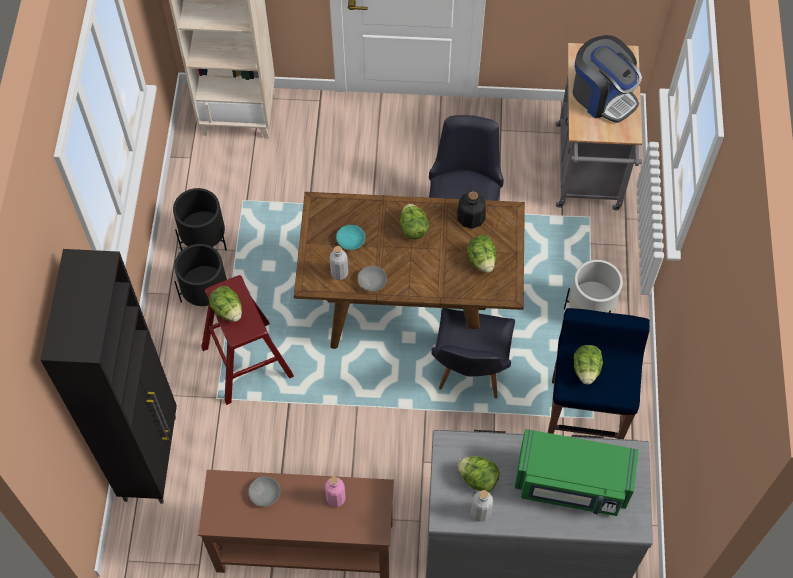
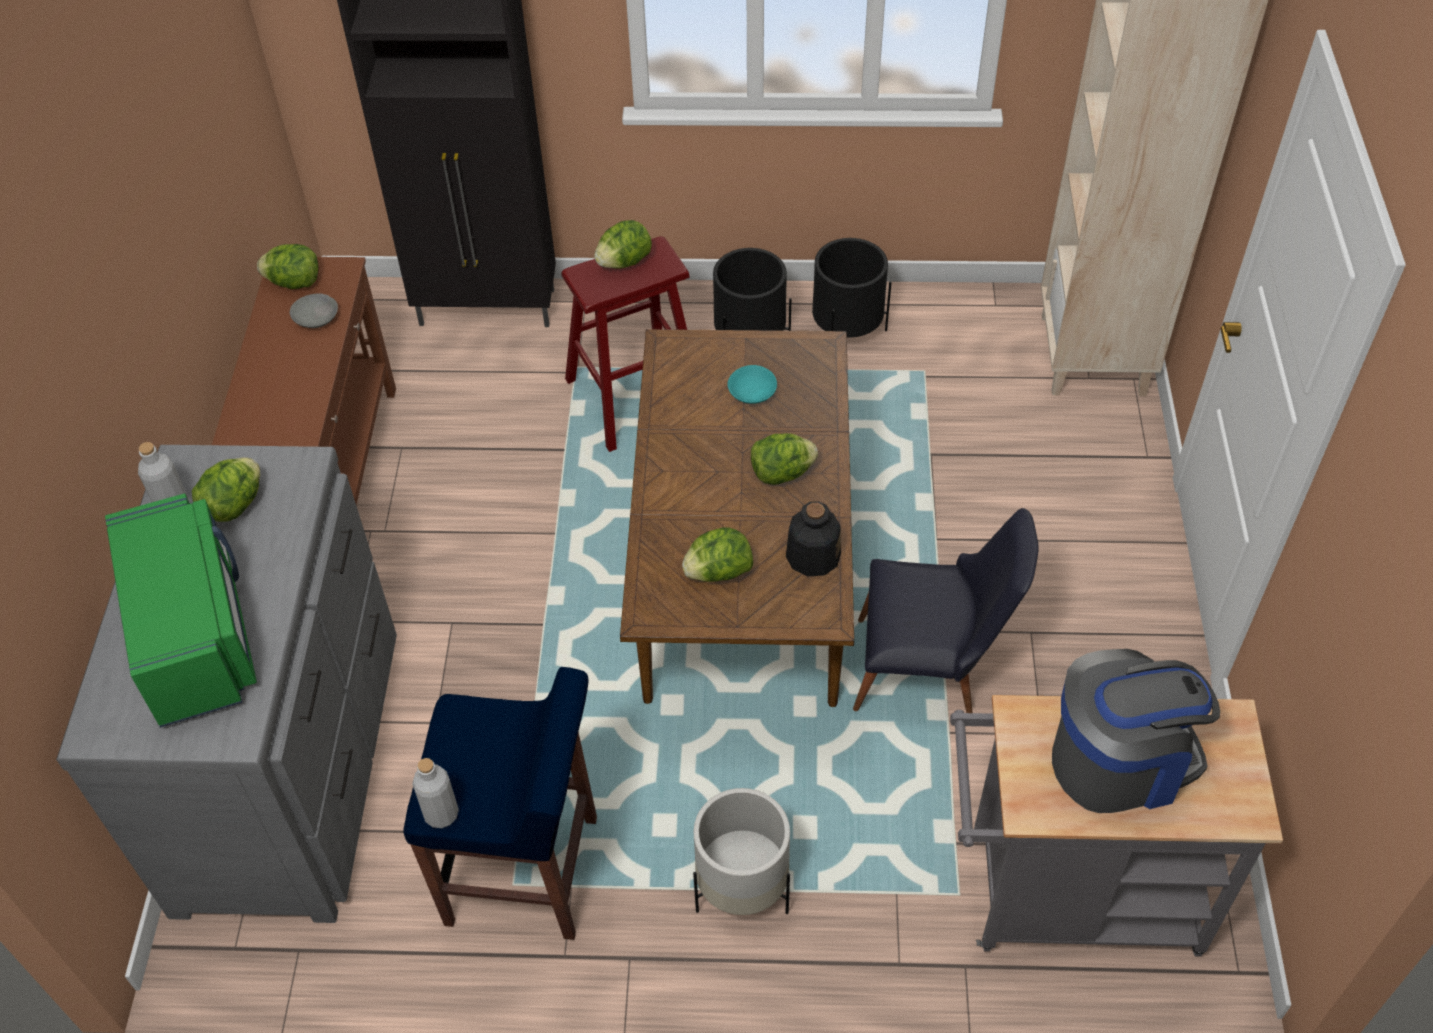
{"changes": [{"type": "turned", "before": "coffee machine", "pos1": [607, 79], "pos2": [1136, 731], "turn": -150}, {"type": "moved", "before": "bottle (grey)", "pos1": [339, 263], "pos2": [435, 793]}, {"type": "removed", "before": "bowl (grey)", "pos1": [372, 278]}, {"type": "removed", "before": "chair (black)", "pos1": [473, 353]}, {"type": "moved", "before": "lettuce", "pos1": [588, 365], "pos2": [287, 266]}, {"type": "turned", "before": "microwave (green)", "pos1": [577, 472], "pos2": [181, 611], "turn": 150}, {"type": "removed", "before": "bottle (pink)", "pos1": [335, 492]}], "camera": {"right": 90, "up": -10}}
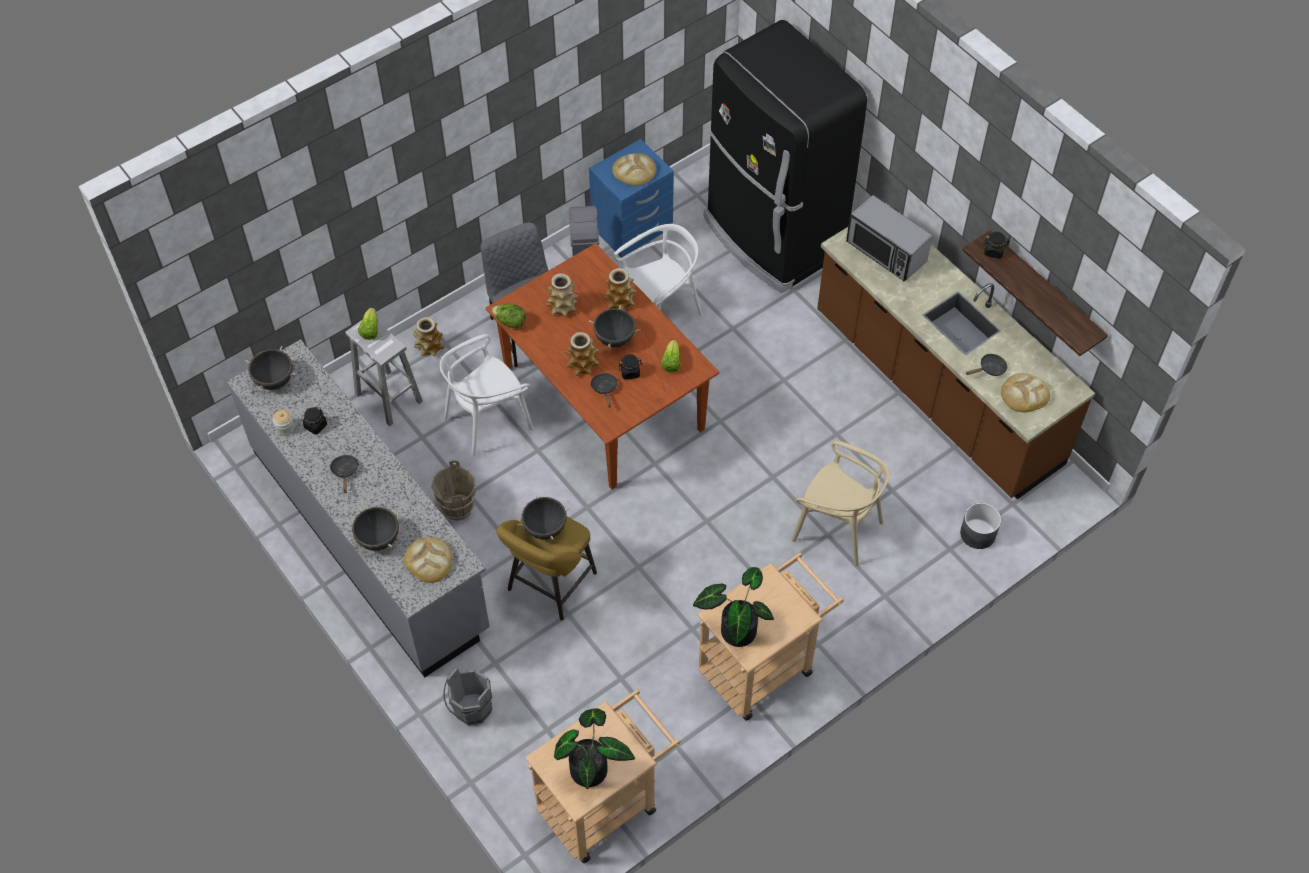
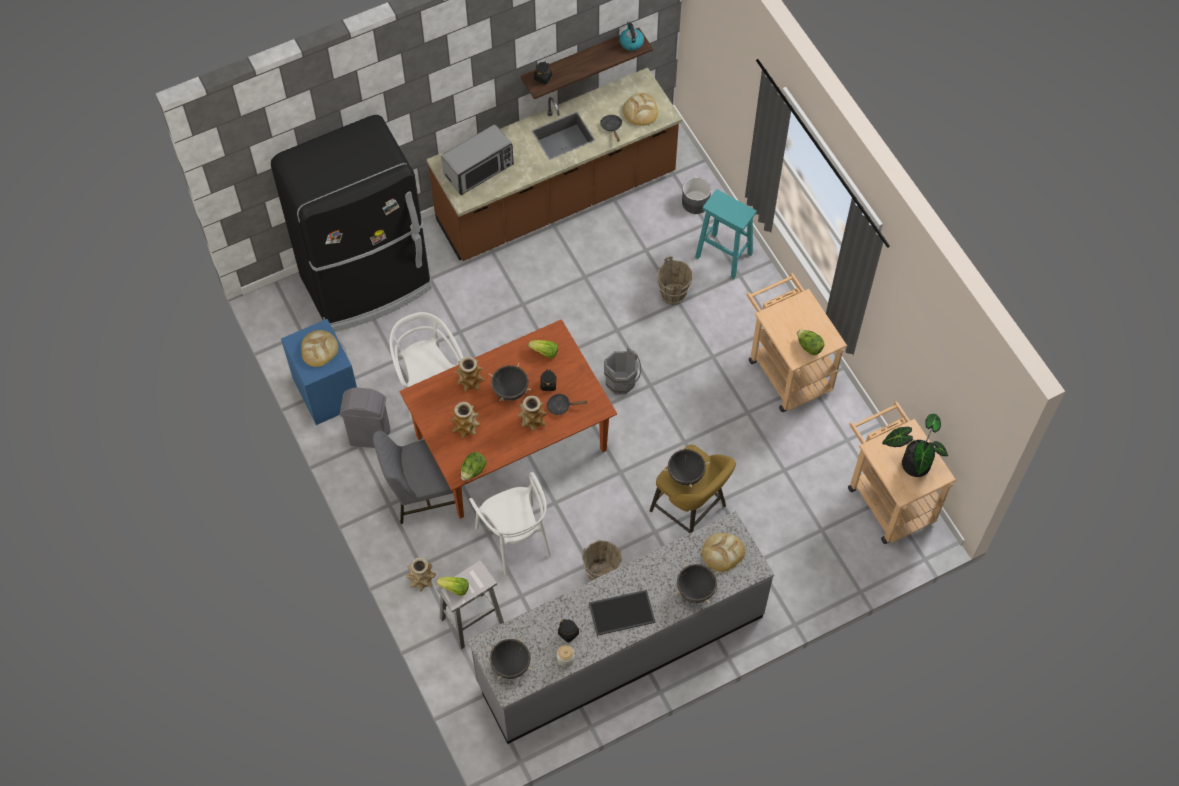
{"changes": [{"type": "replaced", "before": "chair (beige)", "after": "bucket (brown)", "pos1": [840, 503], "pos2": [675, 280]}, {"type": "replaced", "before": "frying pan (black)", "after": "tray", "pos1": [344, 474], "pos2": [622, 613]}, {"type": "replaced", "before": "potted plant", "after": "lettuce", "pos1": [733, 607], "pos2": [810, 342]}, {"type": "moved", "before": "bucket (grey)", "pos1": [468, 696], "pos2": [622, 371]}, {"type": "added", "after": "kettle", "pos2": [631, 36]}, {"type": "added", "after": "stool (turquoise)", "pos2": [726, 234]}], "camera": {"right": -80, "up": 5}}
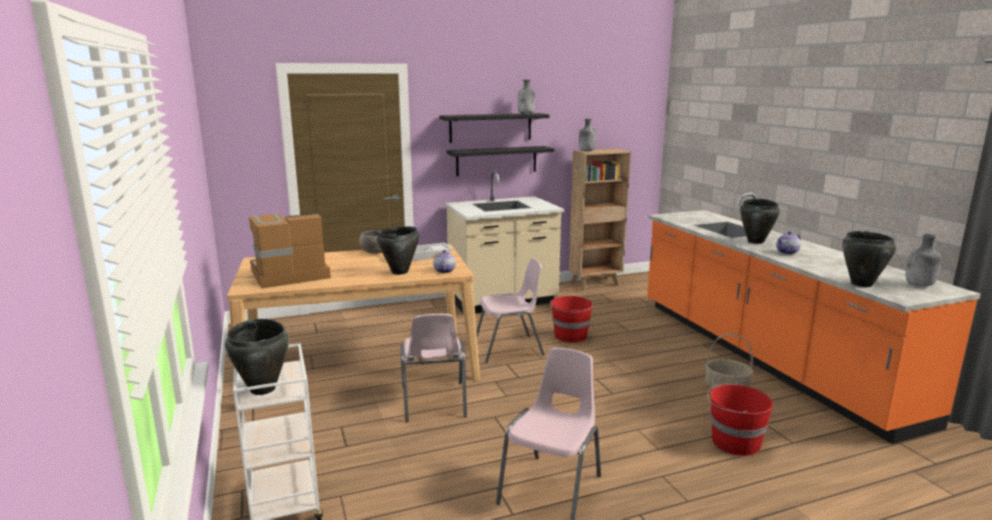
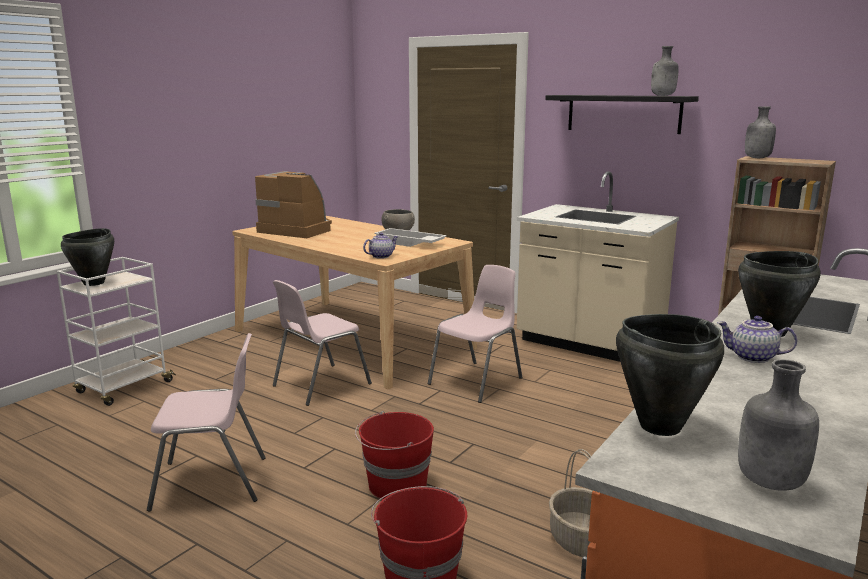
{"changes": [{"type": "removed", "before": "shelf (black)", "pos1": [500, 161]}, {"type": "removed", "before": "cooking pot (black)", "pos1": [398, 251]}, {"type": "turned", "before": "chair (pink)", "pos1": [510, 310], "pos2": [475, 334], "turn": -90}, {"type": "moved", "before": "bucket (red)", "pos1": [572, 319], "pos2": [394, 455]}], "camera": {"right": 55, "up": 0}}
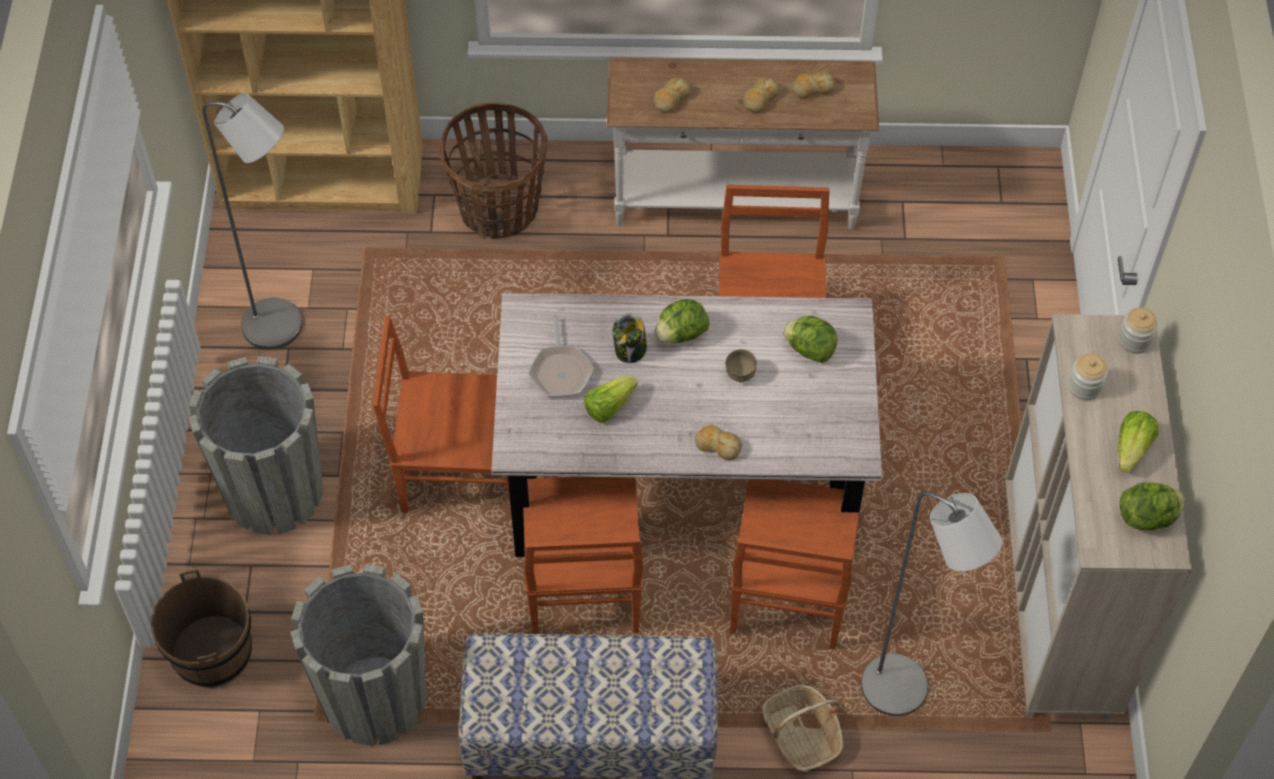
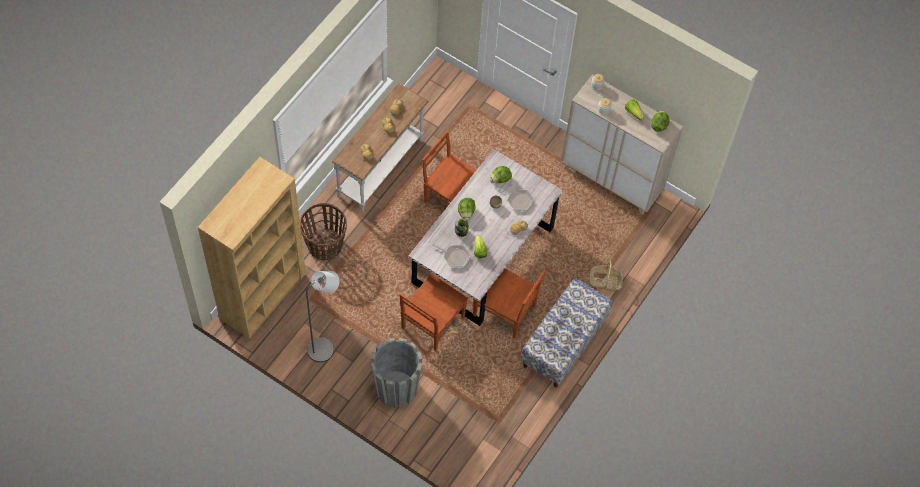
{"changes": [{"type": "removed", "before": "chair (brown)", "pos1": [794, 564]}, {"type": "removed", "before": "floor lamp (grey)", "pos1": [932, 603]}, {"type": "removed", "before": "planter (grey)", "pos1": [358, 655]}, {"type": "removed", "before": "bucket (brown)", "pos1": [201, 628]}, {"type": "added", "after": "frying pan", "pos2": [515, 199]}], "camera": {"right": -60, "up": 5}}
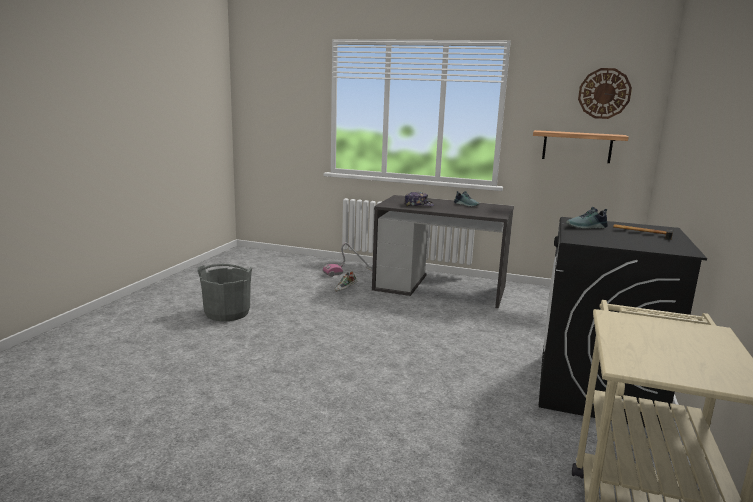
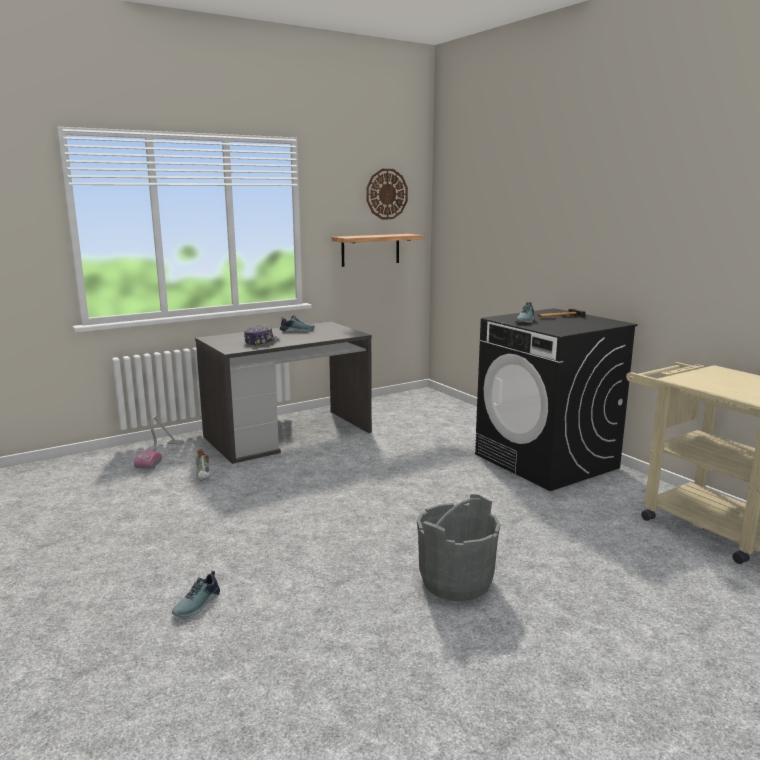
{"changes": [{"type": "moved", "before": "bucket (grey)", "pos1": [224, 293], "pos2": [458, 547]}, {"type": "added", "after": "shoe", "pos2": [196, 594]}], "camera": {"right": -50, "up": 0}}
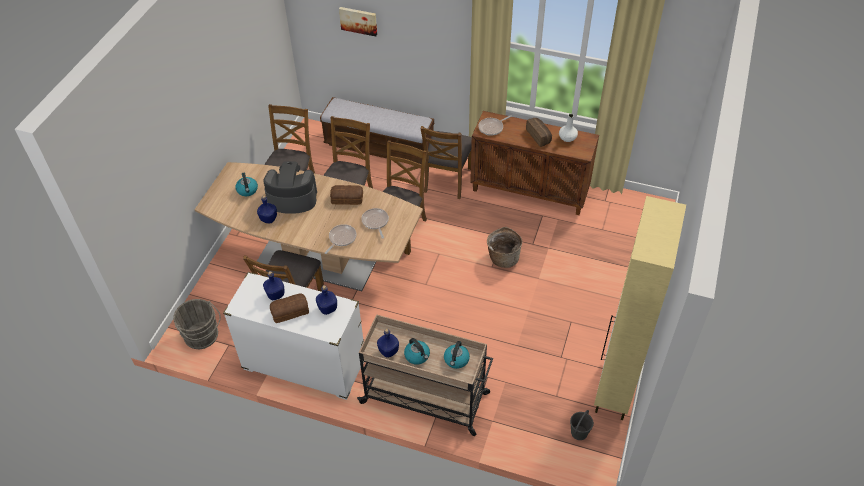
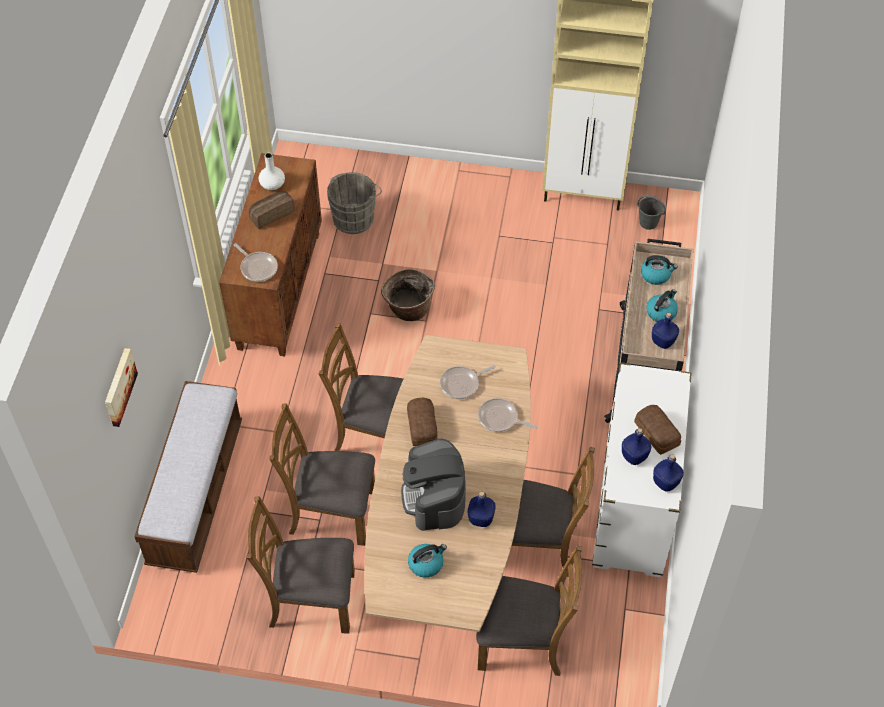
{"changes": [{"type": "moved", "before": "chair (brown)", "pos1": [446, 162], "pos2": [529, 610]}, {"type": "moved", "before": "bottle (blue)", "pos1": [326, 300], "pos2": [668, 473]}, {"type": "moved", "before": "bucket (grey)", "pos1": [197, 324], "pos2": [354, 203]}], "camera": {"right": -100, "up": 5}}
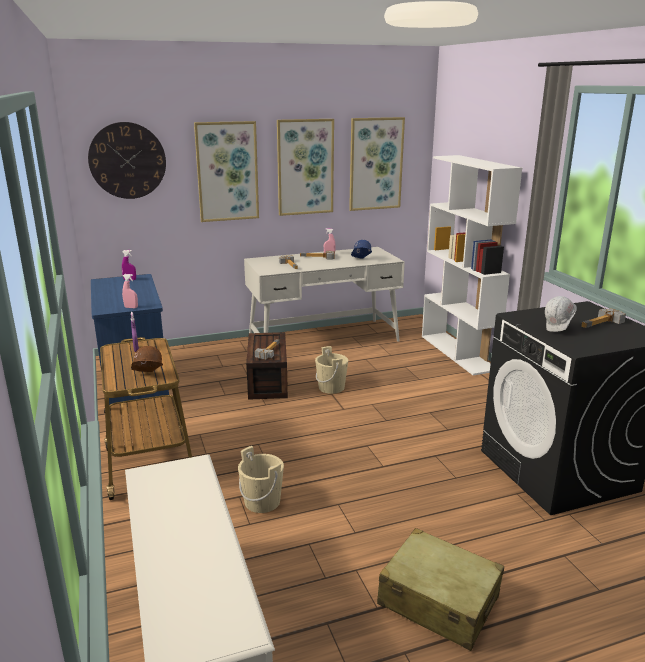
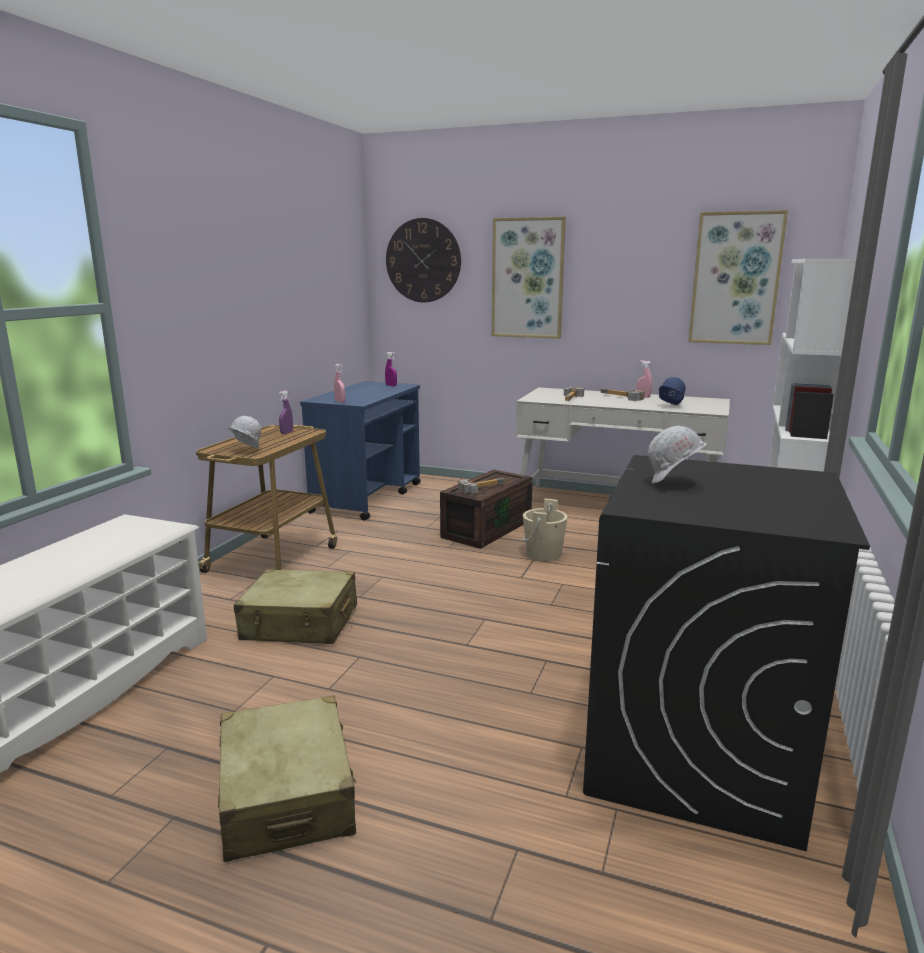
{"changes": [{"type": "removed", "before": "picture", "pos1": [305, 167]}, {"type": "removed", "before": "hammer", "pos1": [603, 318]}, {"type": "recoloured", "before": "hard hat (brown)", "after": "hard hat (white)", "pos1": [147, 359], "pos2": [244, 432]}, {"type": "replaced", "before": "bucket (beige)", "after": "suitcase (beige)", "pos1": [261, 479], "pos2": [295, 606]}], "camera": {"right": 40, "up": -5}}
